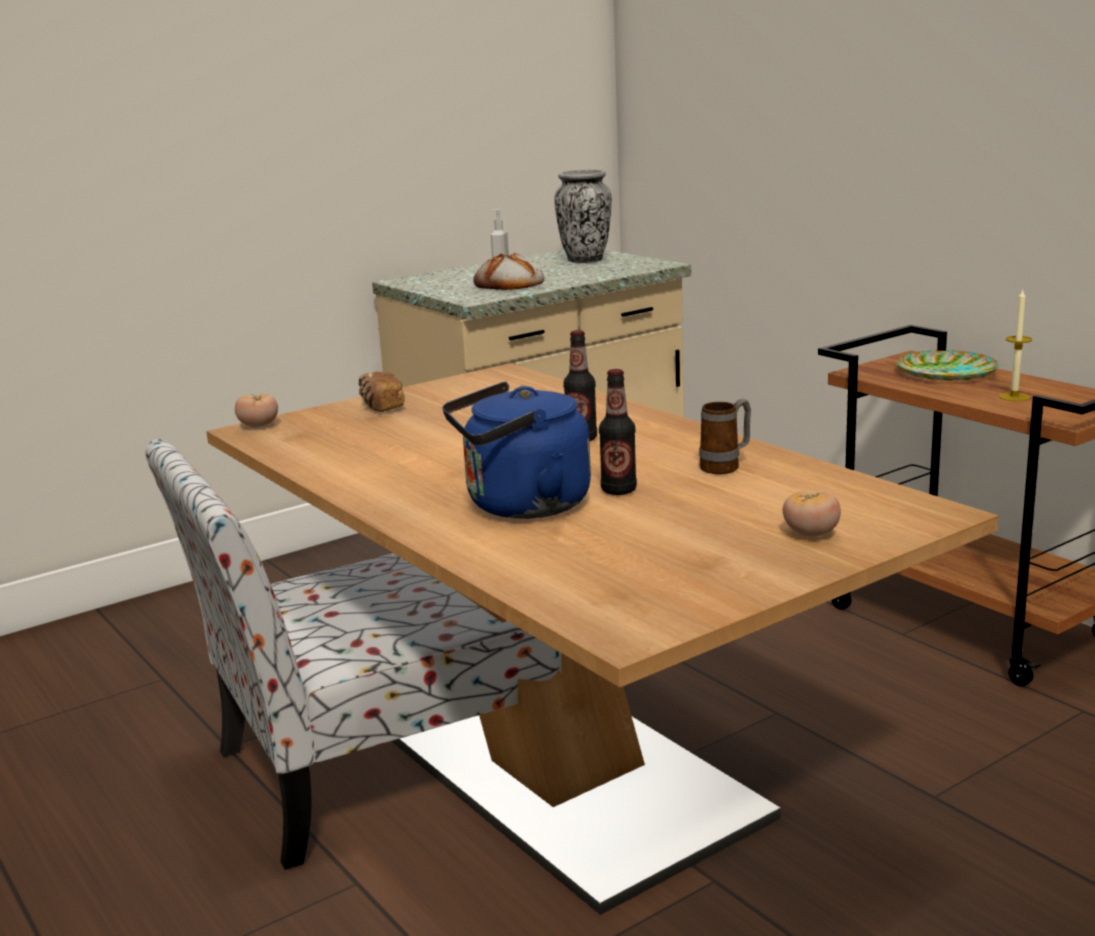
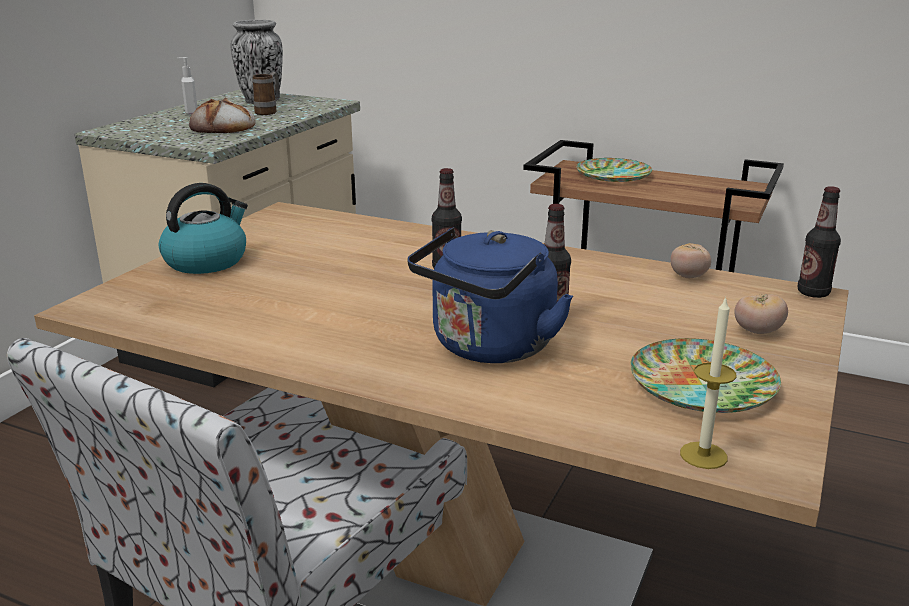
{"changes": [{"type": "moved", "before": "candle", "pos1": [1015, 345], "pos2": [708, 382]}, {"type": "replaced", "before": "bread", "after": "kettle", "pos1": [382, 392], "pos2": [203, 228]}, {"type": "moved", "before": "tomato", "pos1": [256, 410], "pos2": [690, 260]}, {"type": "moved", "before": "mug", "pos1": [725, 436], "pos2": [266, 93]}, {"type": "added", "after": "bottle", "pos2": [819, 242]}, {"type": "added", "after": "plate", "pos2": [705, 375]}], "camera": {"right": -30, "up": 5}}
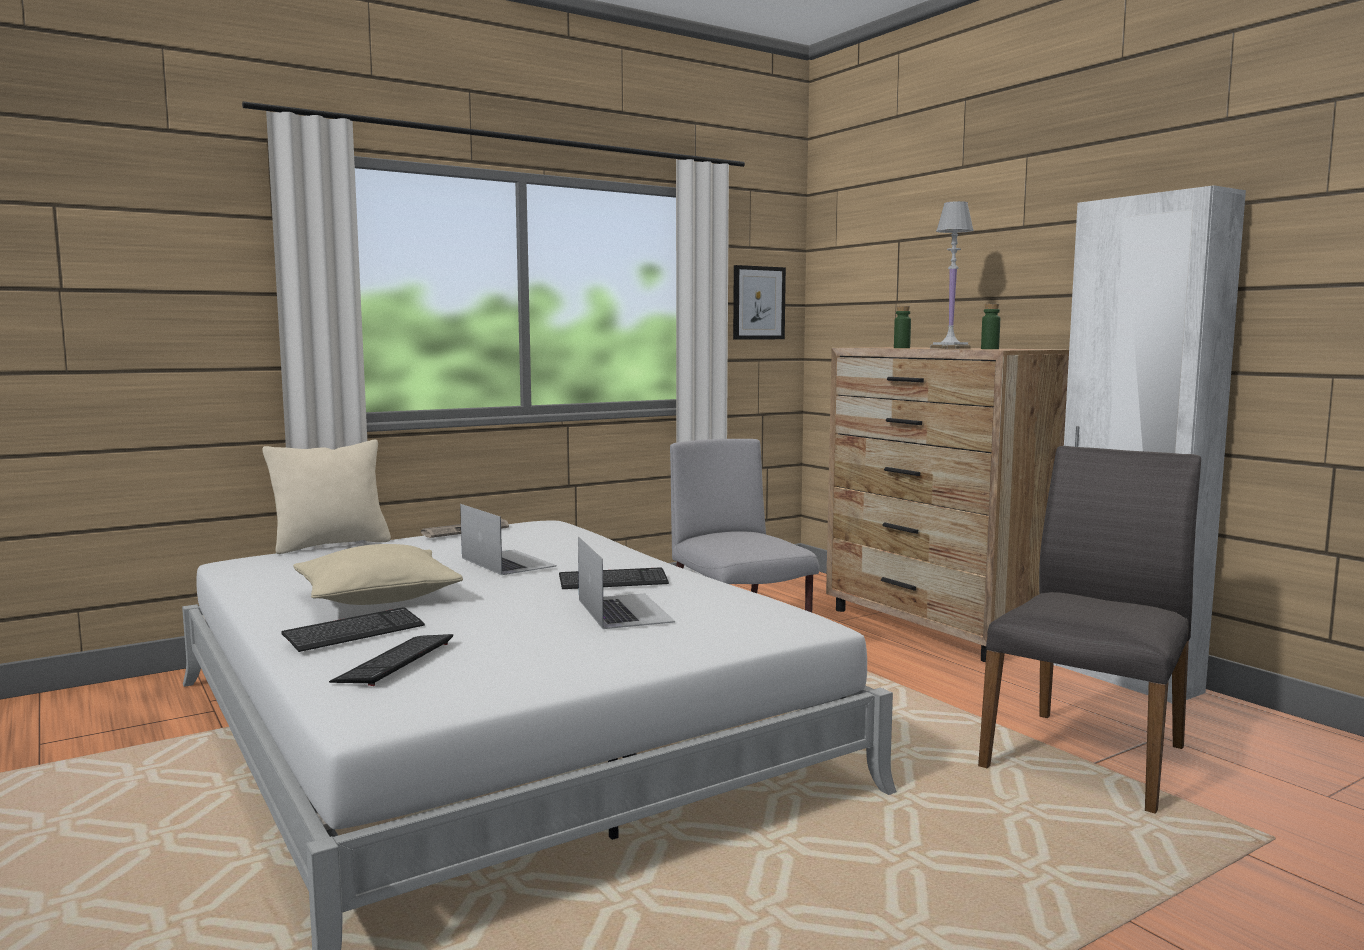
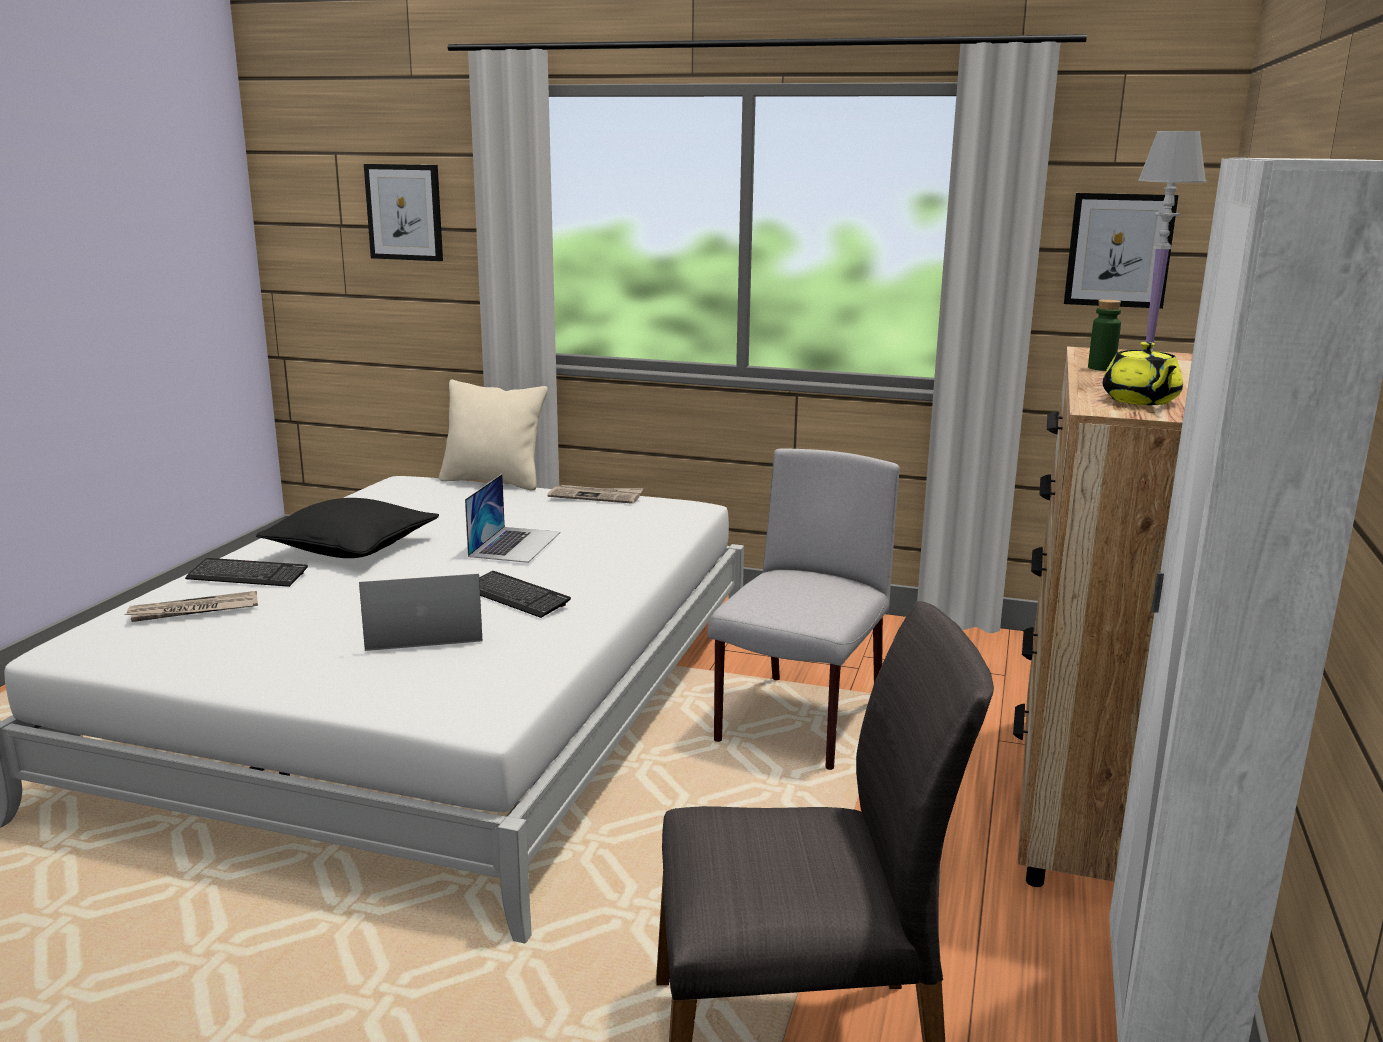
{"changes": [{"type": "replaced", "before": "bottle (green)", "after": "teapot (yellow)", "pos1": [990, 326], "pos2": [1143, 373]}, {"type": "turned", "before": "laptop", "pos1": [626, 583], "pos2": [420, 612], "turn": -135}, {"type": "recoloured", "before": "pillow (beige)", "after": "pillow (black)", "pos1": [378, 574], "pos2": [347, 528]}, {"type": "replaced", "before": "keyboard", "after": "newspaper", "pos1": [391, 660], "pos2": [191, 606]}, {"type": "added", "after": "picture", "pos2": [403, 212]}], "camera": {"right": 50, "up": 10}}
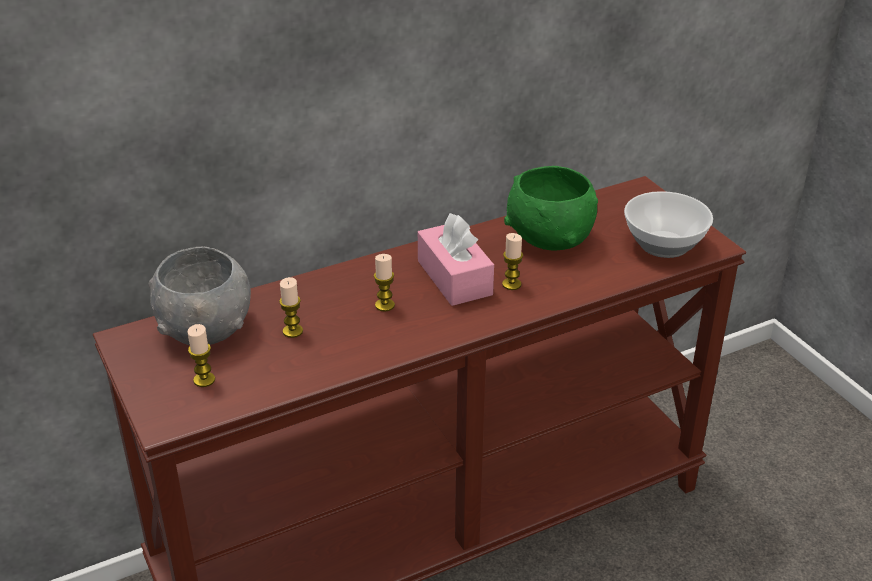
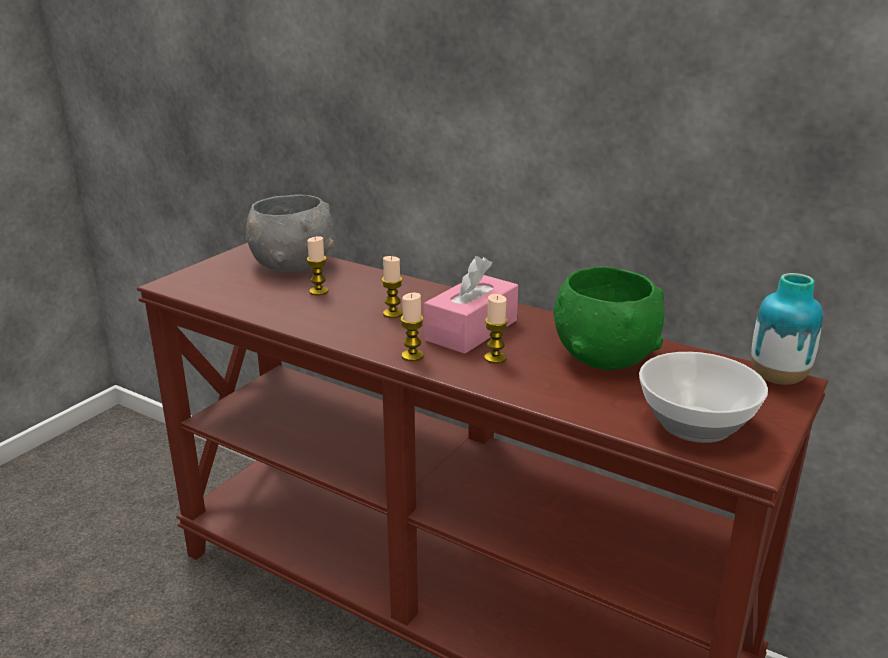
{"changes": [{"type": "moved", "before": "candle", "pos1": [201, 355], "pos2": [412, 327]}, {"type": "added", "after": "vase", "pos2": [787, 329]}], "camera": {"right": 60, "up": -10}}
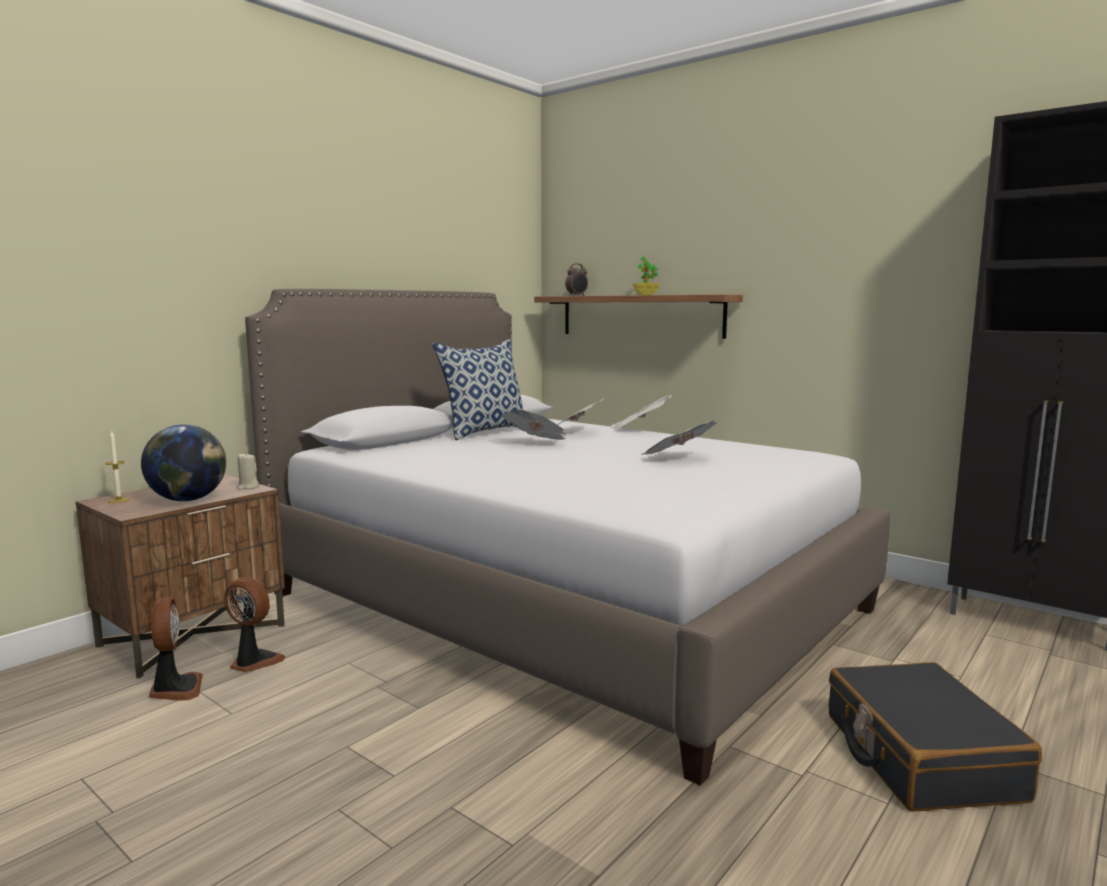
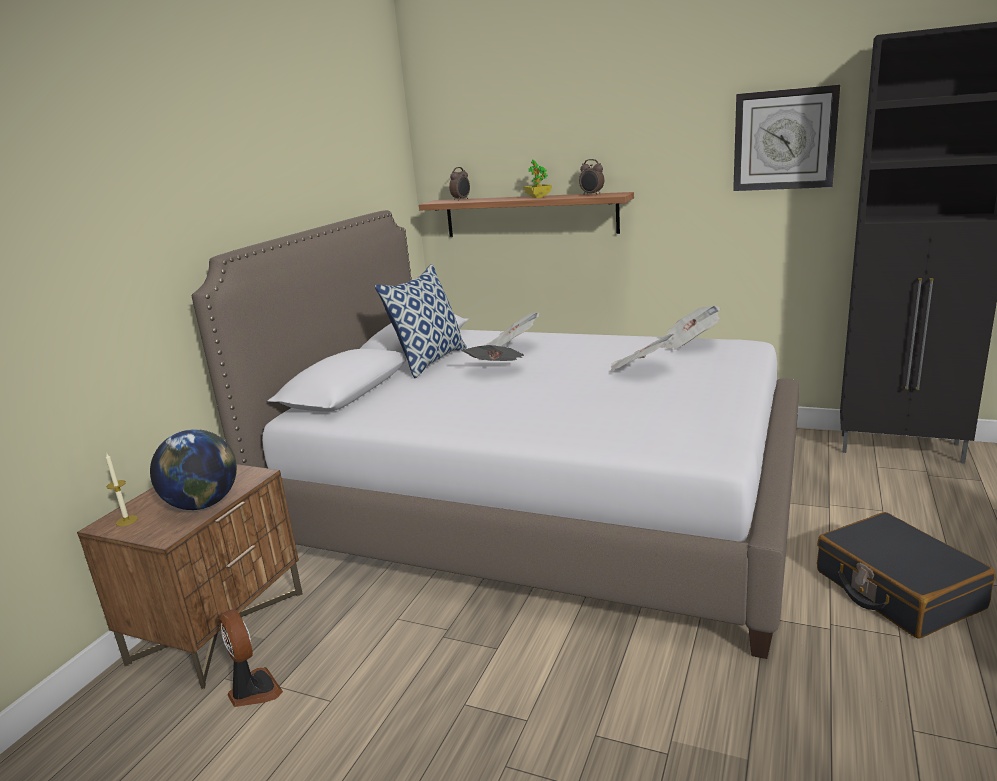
{"changes": [{"type": "moved", "before": "newspaper", "pos1": [641, 412], "pos2": [690, 328]}, {"type": "removed", "before": "candle (beige)", "pos1": [247, 471]}, {"type": "removed", "before": "fan", "pos1": [255, 624]}, {"type": "added", "after": "wall clock", "pos2": [786, 138]}, {"type": "added", "after": "alarm clock", "pos2": [591, 177]}], "camera": {"right": -15, "up": 10}}
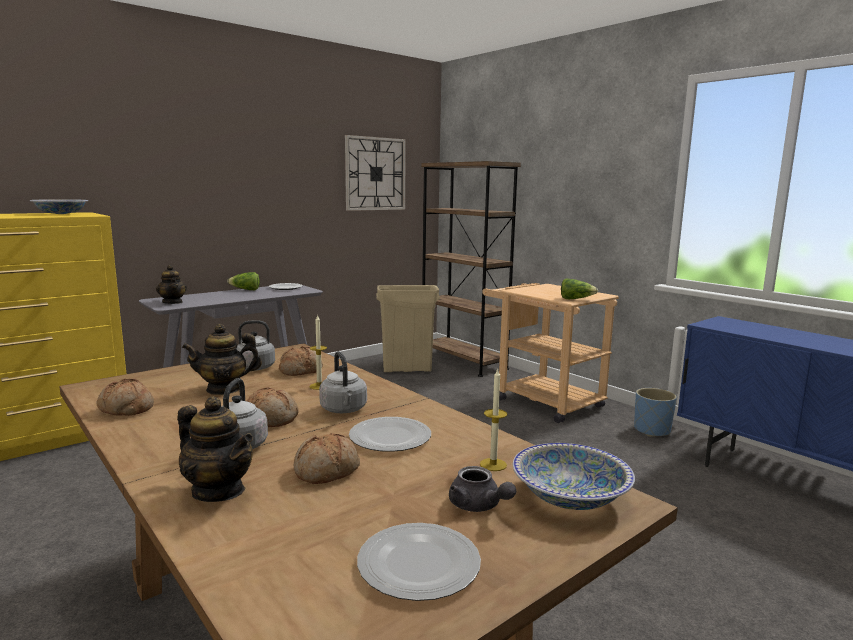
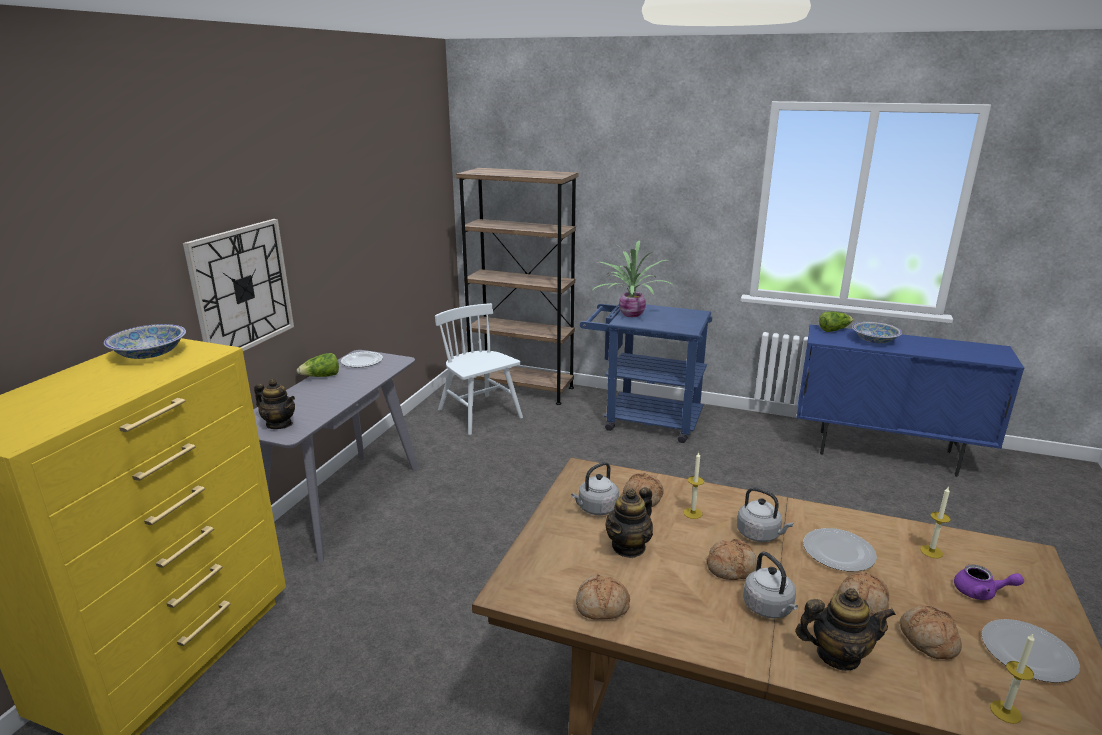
{"changes": [{"type": "moved", "before": "wall clock", "pos1": [375, 173], "pos2": [238, 285]}, {"type": "moved", "before": "lettuce", "pos1": [579, 289], "pos2": [836, 321]}, {"type": "recoloured", "before": "cart (beige)", "after": "cart (blue)", "pos1": [551, 353], "pos2": [646, 373]}, {"type": "replaced", "before": "trash can (beige)", "after": "chair (white)", "pos1": [408, 328], "pos2": [479, 369]}, {"type": "removed", "before": "planter (blue)", "pos1": [655, 412]}, {"type": "moved", "before": "bowl", "pos1": [574, 476], "pos2": [877, 332]}, {"type": "recoloured", "before": "teapot (grey)", "after": "teapot (purple)", "pos1": [482, 489], "pos2": [989, 582]}, {"type": "added", "after": "potted plant", "pos2": [633, 279]}, {"type": "added", "after": "bread", "pos2": [931, 633]}, {"type": "added", "after": "candle", "pos2": [1012, 679]}], "camera": {"right": -30, "up": 10}}
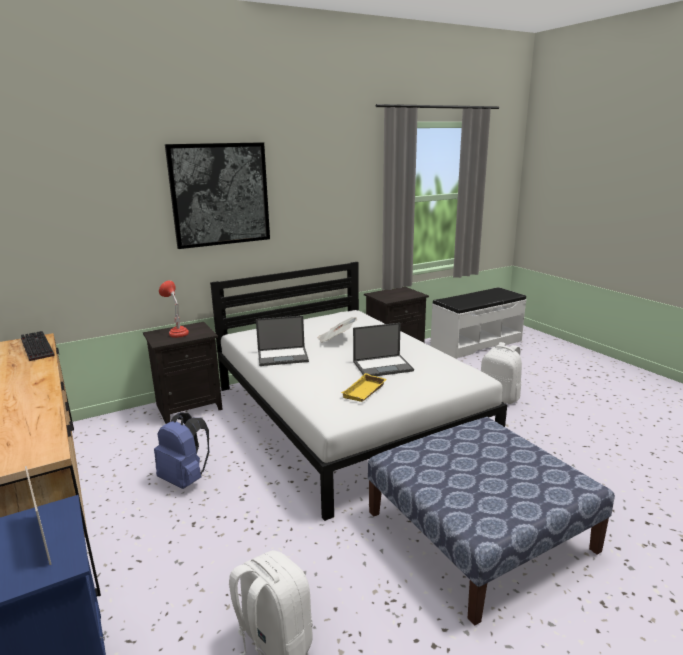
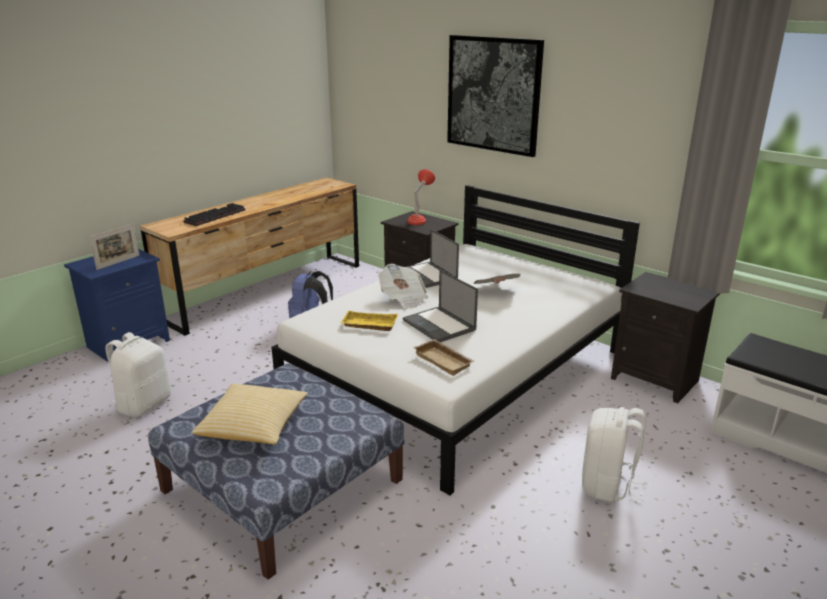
{"changes": [{"type": "moved", "before": "keyboard", "pos1": [38, 346], "pos2": [214, 214]}, {"type": "added", "after": "newspaper", "pos2": [403, 286]}, {"type": "added", "after": "tray (beige)", "pos2": [443, 357]}, {"type": "added", "after": "pillow", "pos2": [250, 414]}], "camera": {"right": 70, "up": 5}}
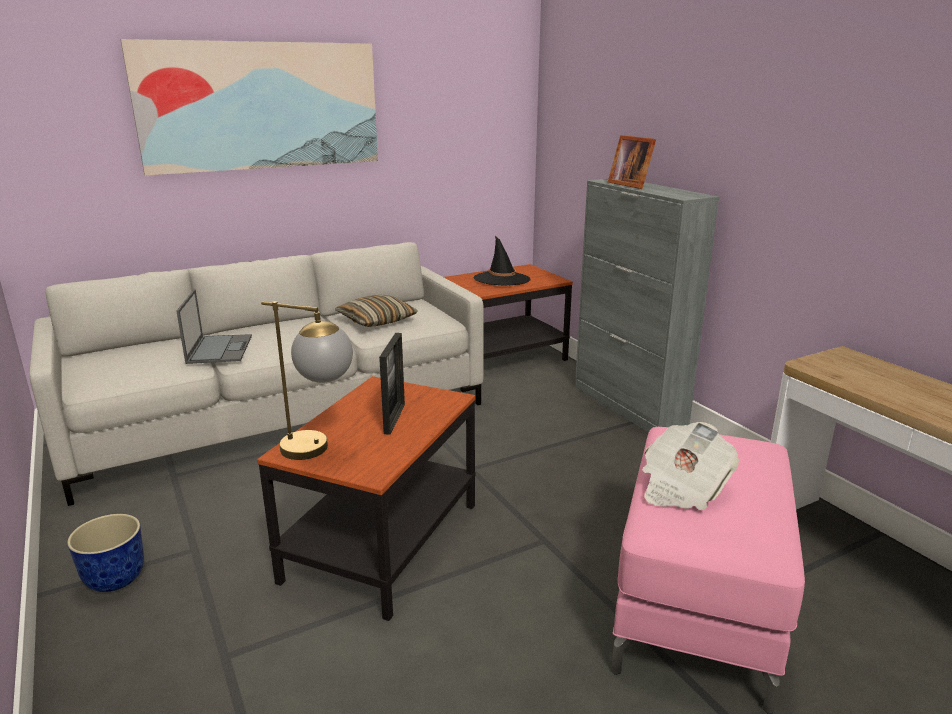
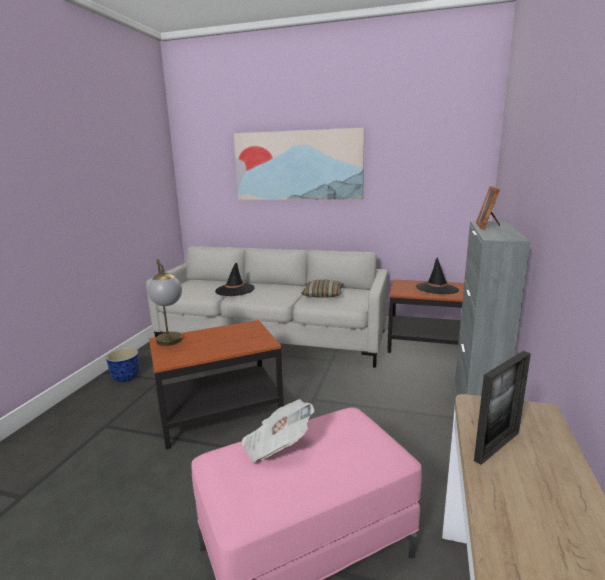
{"changes": [{"type": "replaced", "before": "laptop", "after": "hat (black)", "pos1": [214, 326], "pos2": [235, 279]}, {"type": "moved", "before": "picture frame", "pos1": [392, 384], "pos2": [502, 408]}], "camera": {"right": 45, "up": -5}}
